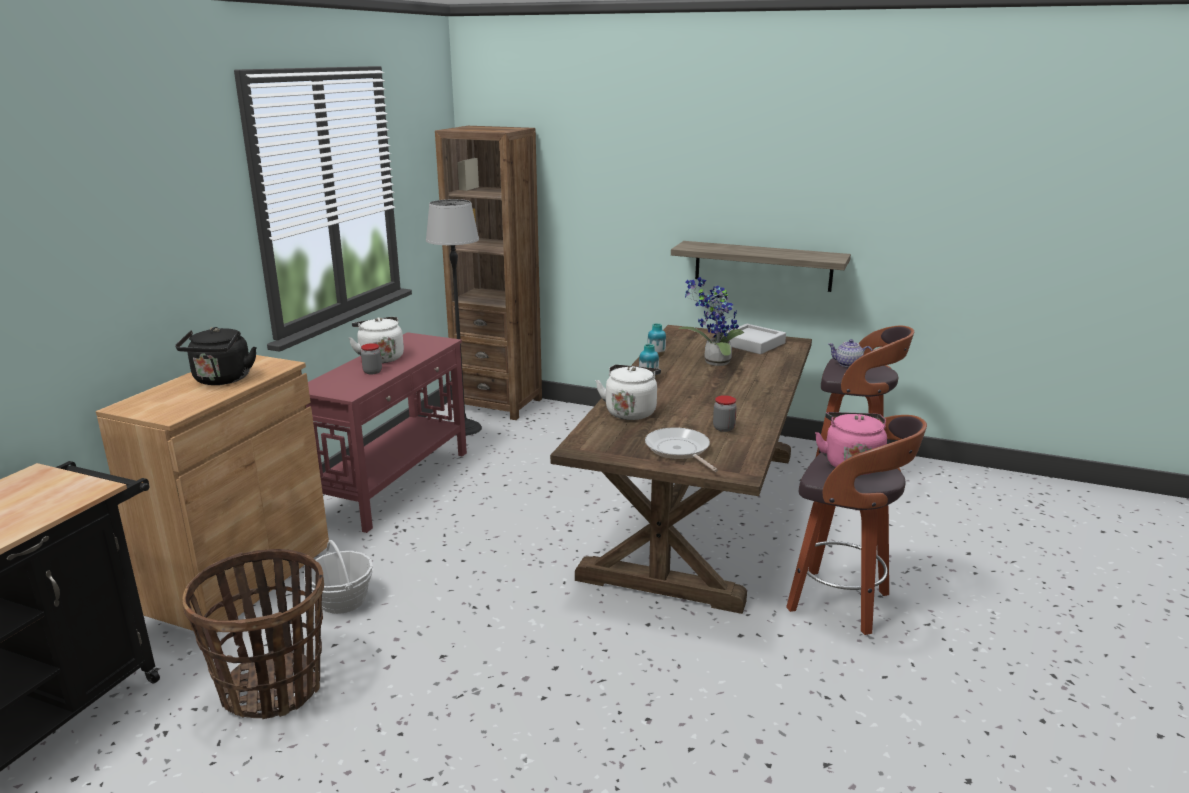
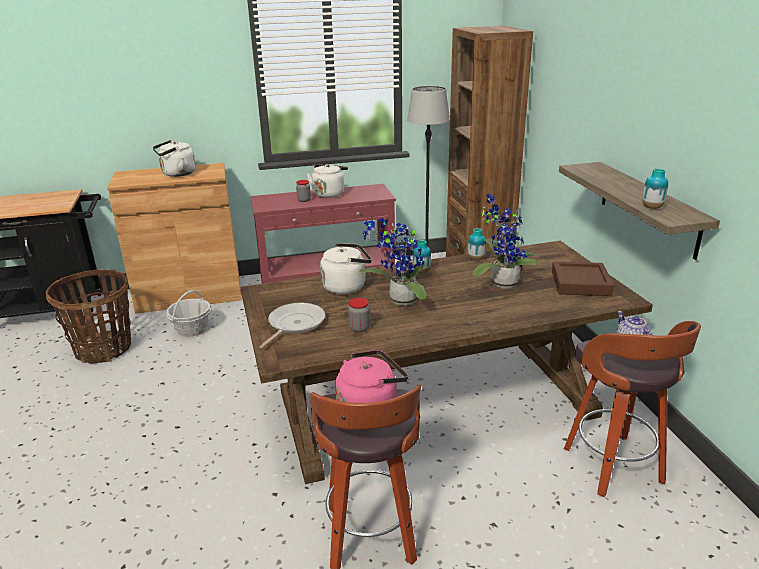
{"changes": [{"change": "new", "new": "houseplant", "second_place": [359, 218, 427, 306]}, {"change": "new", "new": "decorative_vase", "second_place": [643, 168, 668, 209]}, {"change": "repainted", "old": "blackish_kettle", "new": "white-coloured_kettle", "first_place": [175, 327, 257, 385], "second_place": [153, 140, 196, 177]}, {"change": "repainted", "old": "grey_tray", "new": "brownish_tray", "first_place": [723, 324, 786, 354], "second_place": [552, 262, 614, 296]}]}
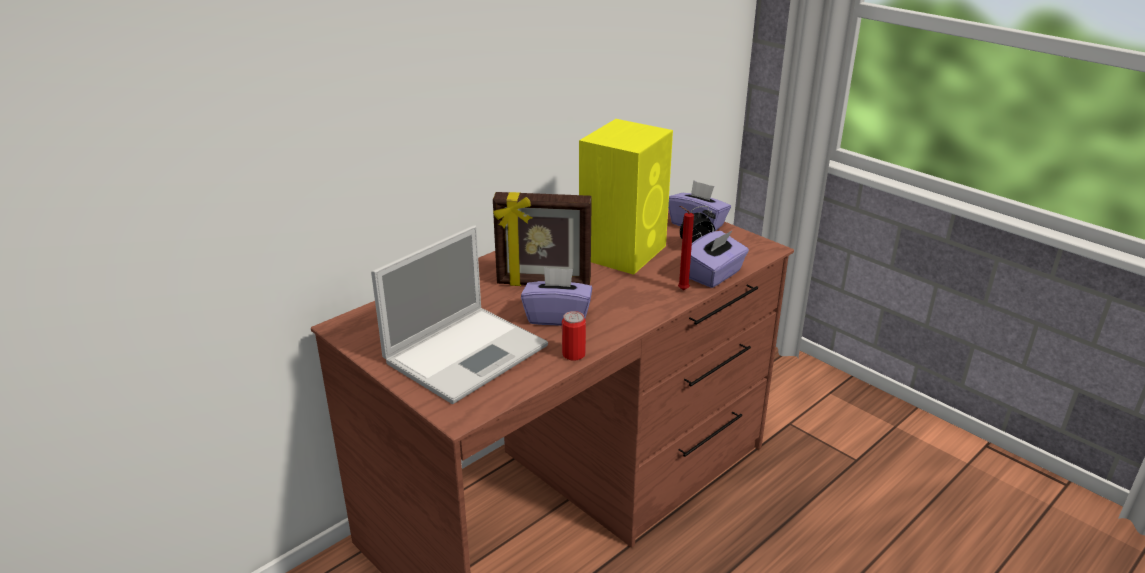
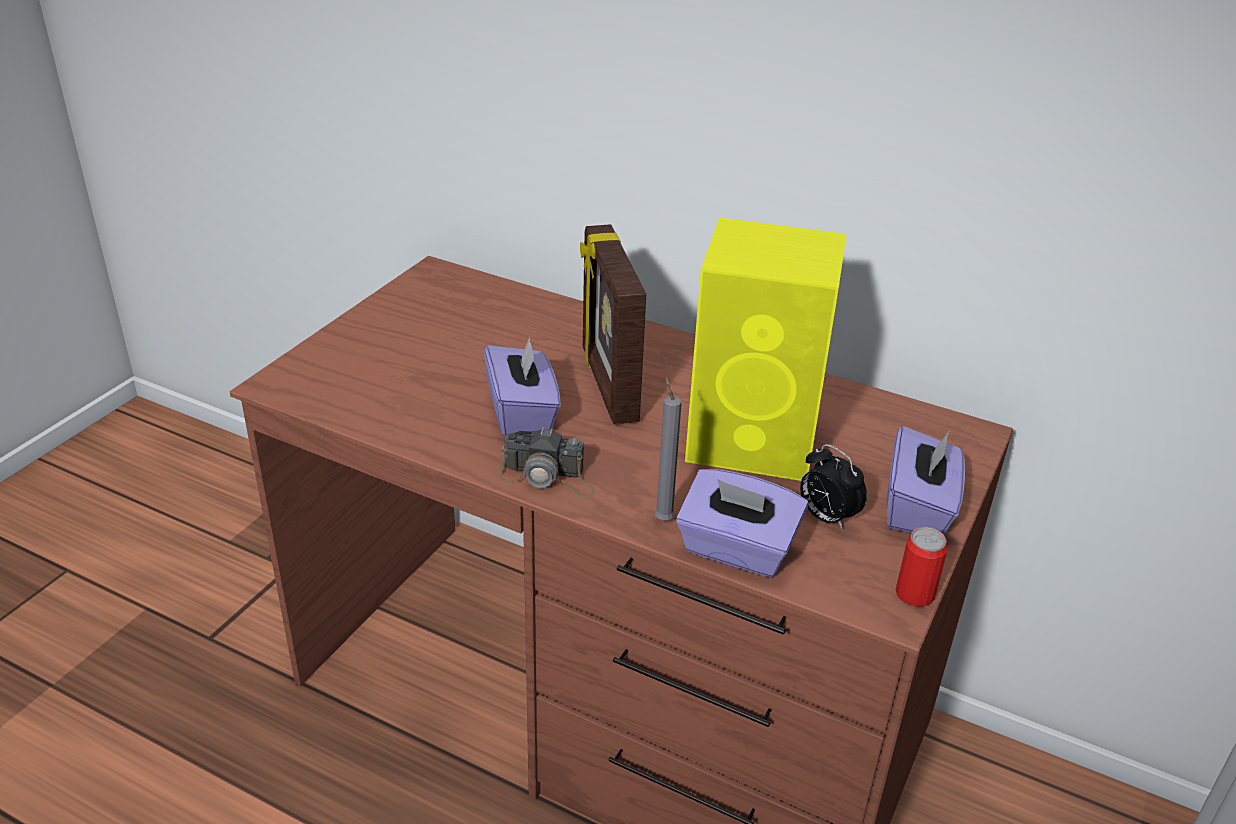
{"changes": [{"change": "gone", "old": "portable_computer", "first_place": [371, 225, 548, 404]}, {"change": "new", "new": "photo_camera", "second_place": [499, 427, 596, 498]}, {"change": "shifted", "old": "sealed_can", "first_place": [562, 311, 586, 361], "second_place": [895, 527, 947, 607]}, {"change": "repainted", "old": "reddish_wax_light", "new": "grey_wax_light", "first_place": [678, 206, 694, 290], "second_place": [655, 377, 682, 521]}]}
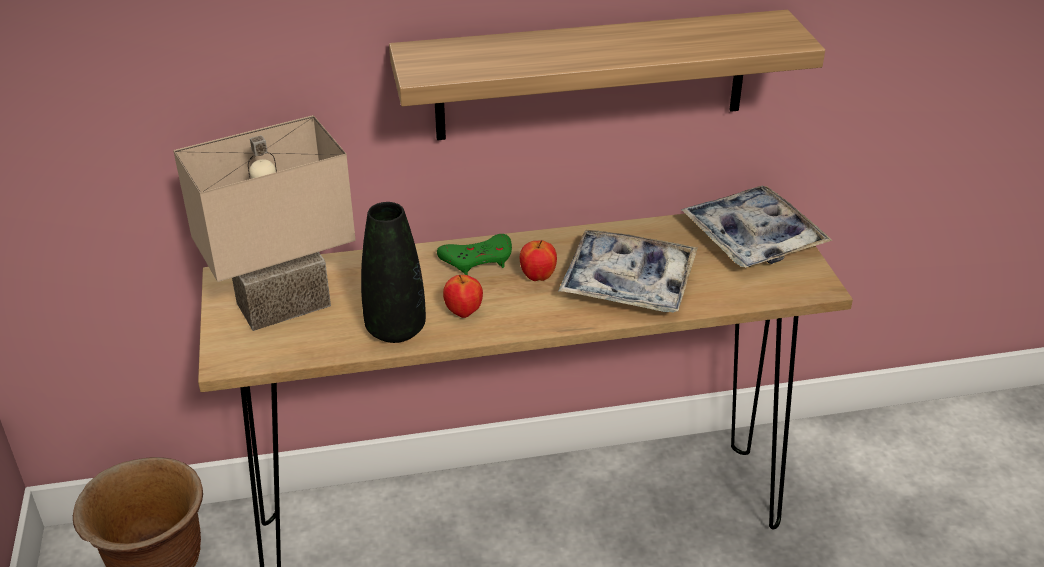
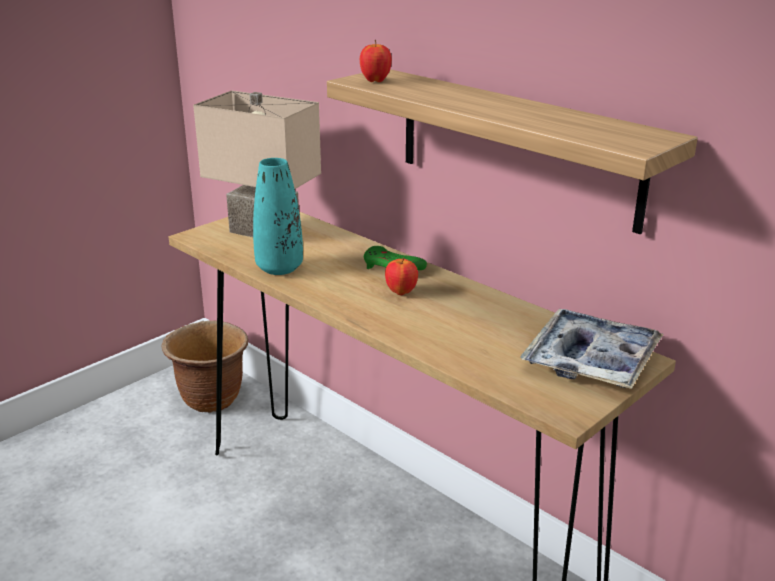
{"changes": [{"change": "gone", "old": "tray", "first_place": [558, 230, 698, 313]}, {"change": "shifted", "old": "apple", "first_place": [443, 275, 483, 318], "second_place": [360, 40, 392, 82]}, {"change": "repainted", "old": "blackish_decorative_vase", "new": "turquoise_decorative_vase", "first_place": [361, 202, 426, 343], "second_place": [253, 158, 303, 275]}]}
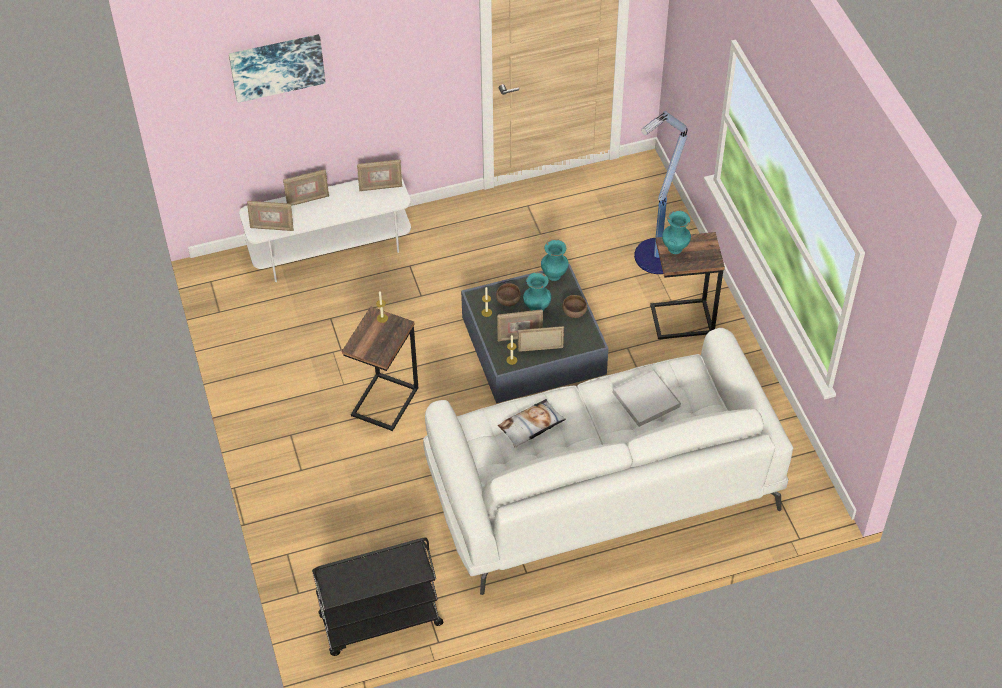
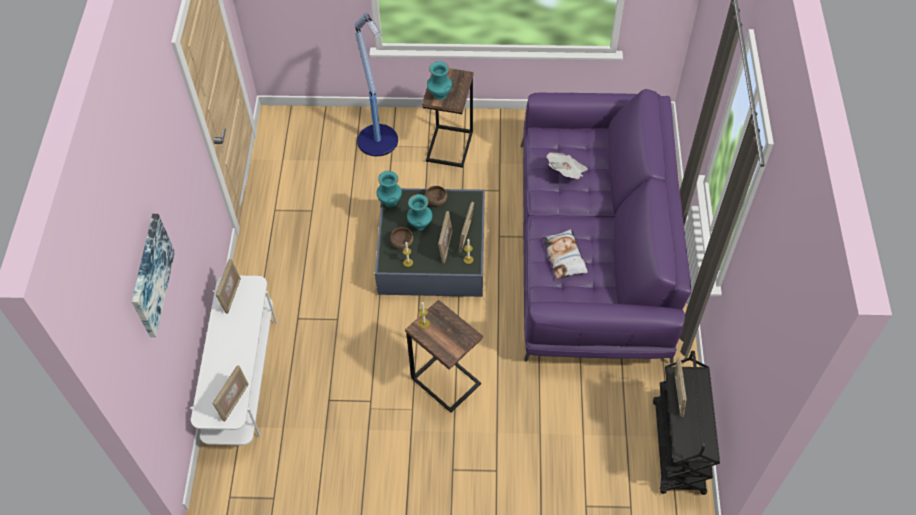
{"changes": [{"change": "shifted", "old": "standing_frame", "first_place": [283, 169, 329, 206], "second_place": [675, 357, 687, 417]}, {"change": "swapped", "old": "white-coloured_tray", "new": "printed_paper", "first_place": [613, 369, 681, 427], "second_place": [547, 152, 588, 179]}, {"change": "repainted", "old": "white-coloured_settee", "new": "purple_settee", "first_place": [423, 328, 793, 595], "second_place": [520, 89, 691, 364]}]}
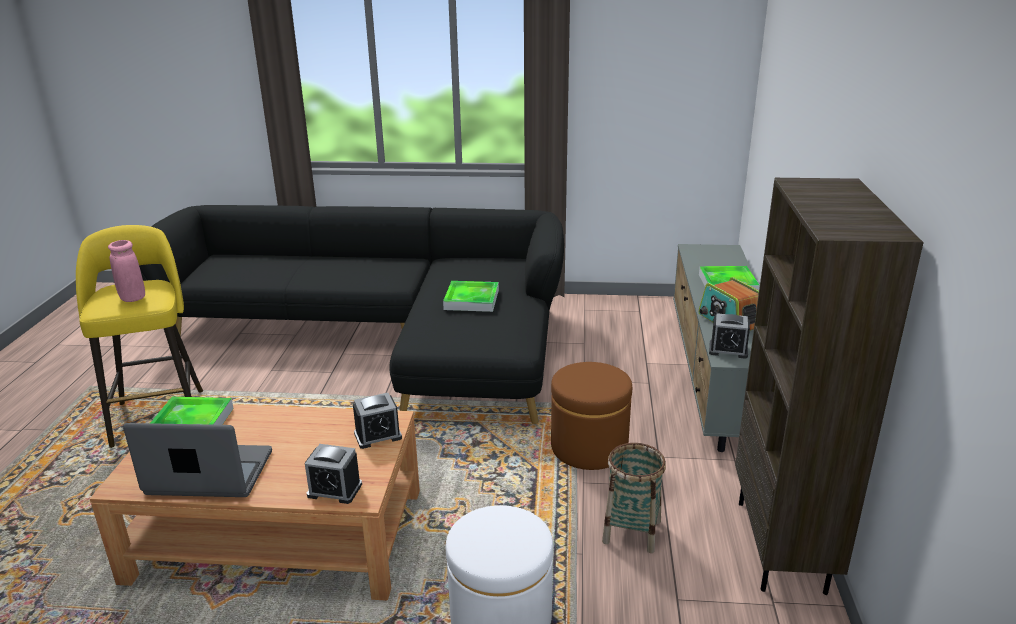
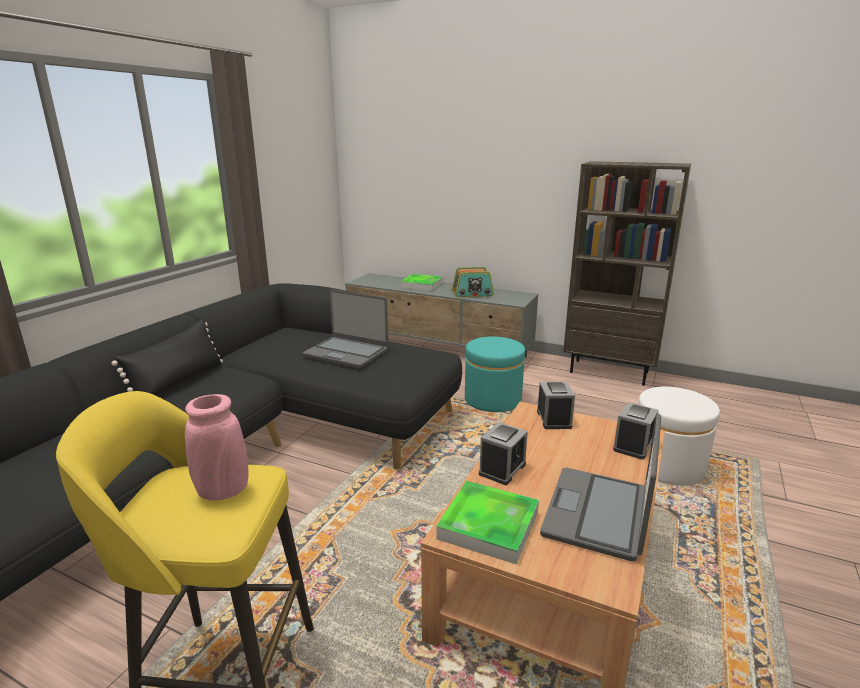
{"changes": [{"change": "gone", "old": "storage_basket", "first_place": [602, 443, 666, 553]}, {"change": "new", "new": "blackish_cushion", "second_place": [111, 319, 223, 396]}, {"change": "shifted", "old": "alarm_clock", "first_place": [709, 313, 750, 359], "second_place": [479, 422, 528, 485]}, {"change": "swapped", "old": "tray", "new": "portable_computer", "first_place": [443, 281, 499, 312], "second_place": [303, 290, 389, 368]}, {"change": "repainted", "old": "brownish_footrest", "new": "turquoise_footrest", "first_place": [551, 362, 632, 470], "second_place": [465, 336, 525, 412]}]}
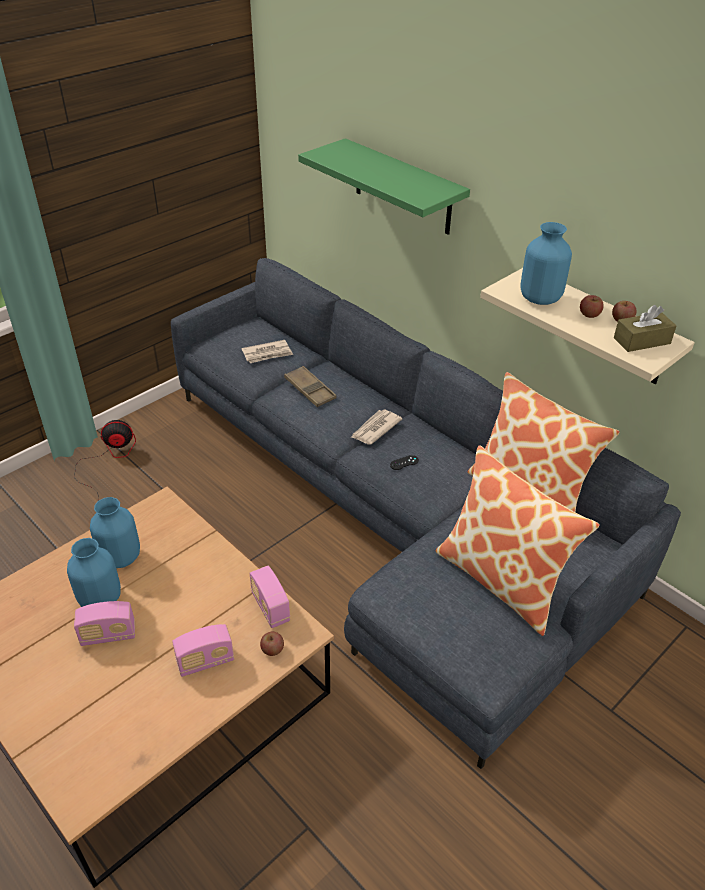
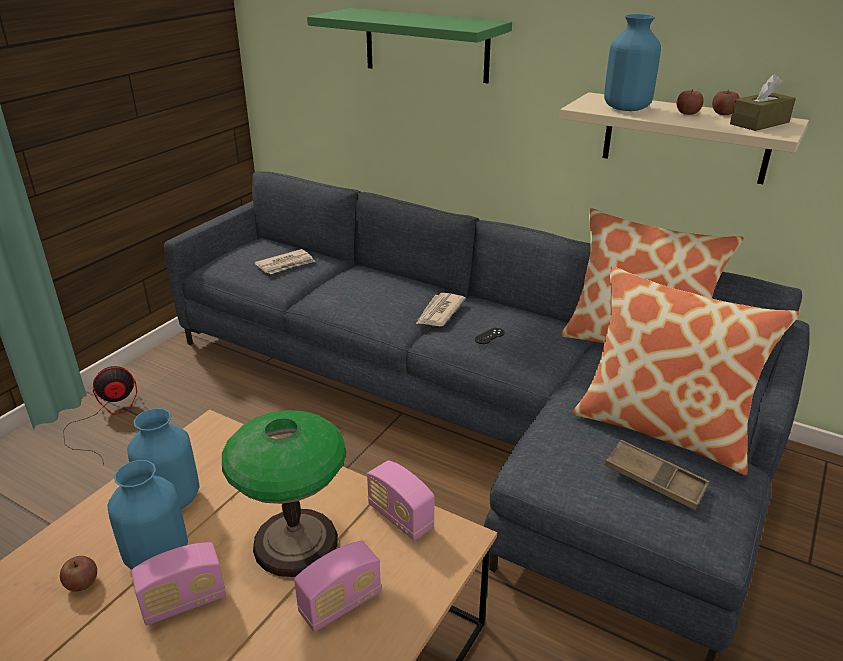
{"changes": [{"change": "new", "new": "lamp_for_a_table", "second_place": [222, 410, 346, 577]}, {"change": "shifted", "old": "apple", "first_place": [260, 632, 284, 656], "second_place": [60, 556, 97, 592]}, {"change": "shifted", "old": "brownish_tray", "first_place": [284, 366, 336, 407], "second_place": [605, 440, 709, 510]}]}
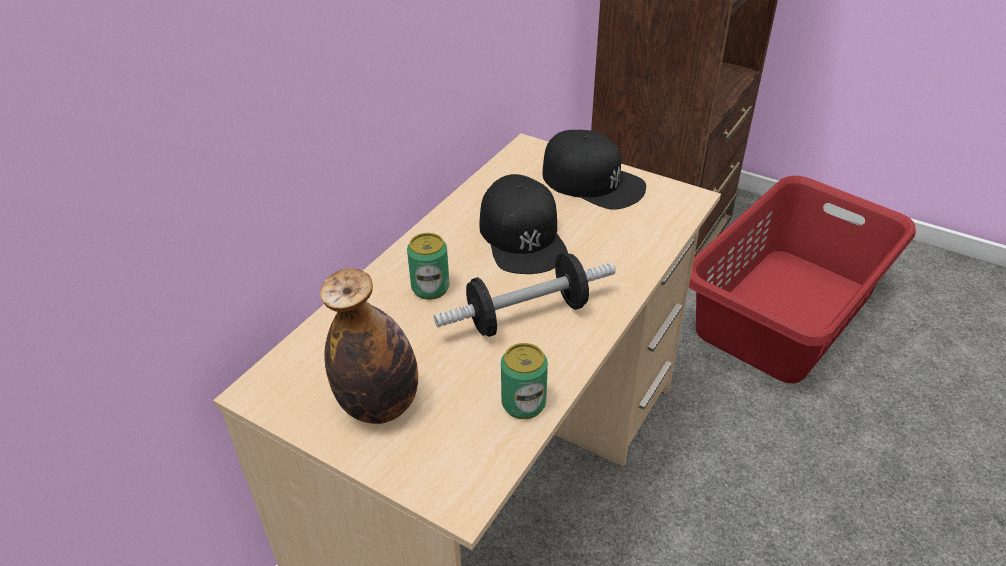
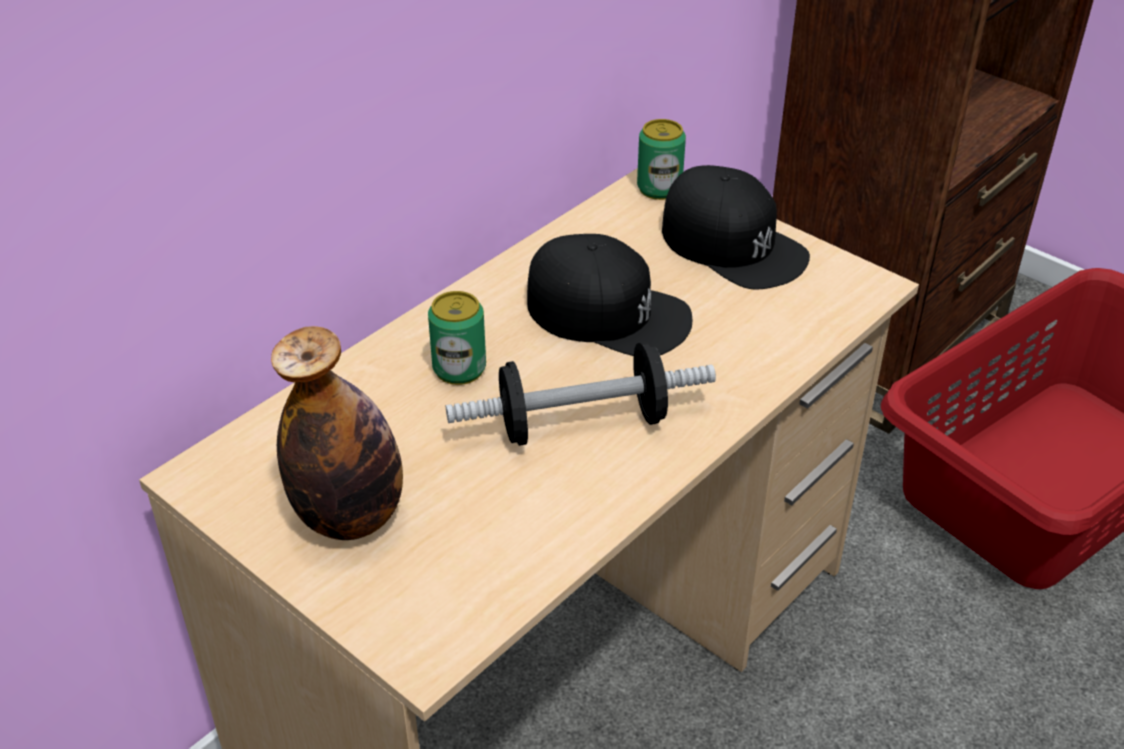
{"changes": [{"change": "shifted", "old": "sealed_can", "first_place": [501, 343, 548, 419], "second_place": [637, 119, 686, 200]}, {"change": "rotated", "old": "blackish_peaked_cap", "first_place": [479, 174, 568, 274], "second_place": [527, 234, 692, 356], "degrees": -60}]}
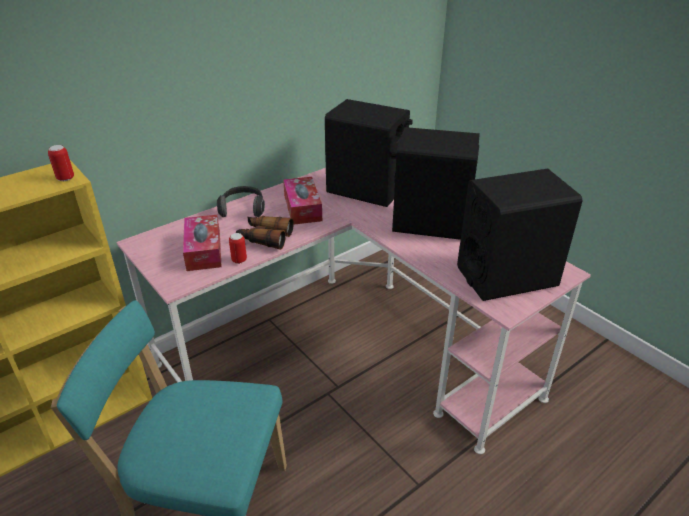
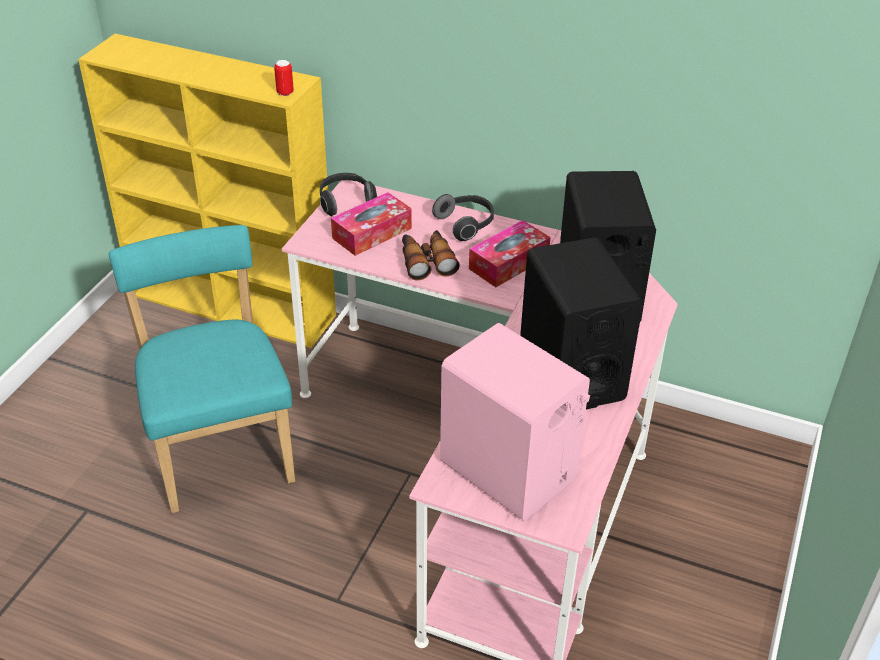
{"changes": [{"change": "gone", "old": "sealed_can", "first_place": [229, 233, 247, 264]}, {"change": "new", "new": "pair_of_headphones", "second_place": [320, 173, 377, 216]}, {"change": "repainted", "old": "blackish_speaker", "new": "pink_speaker", "first_place": [457, 169, 582, 301], "second_place": [440, 323, 590, 521]}]}
